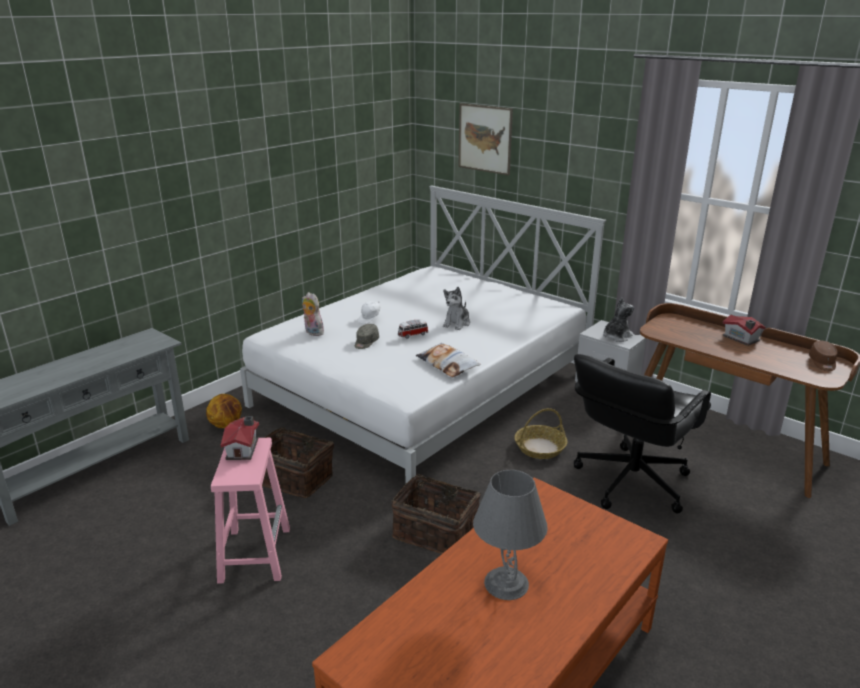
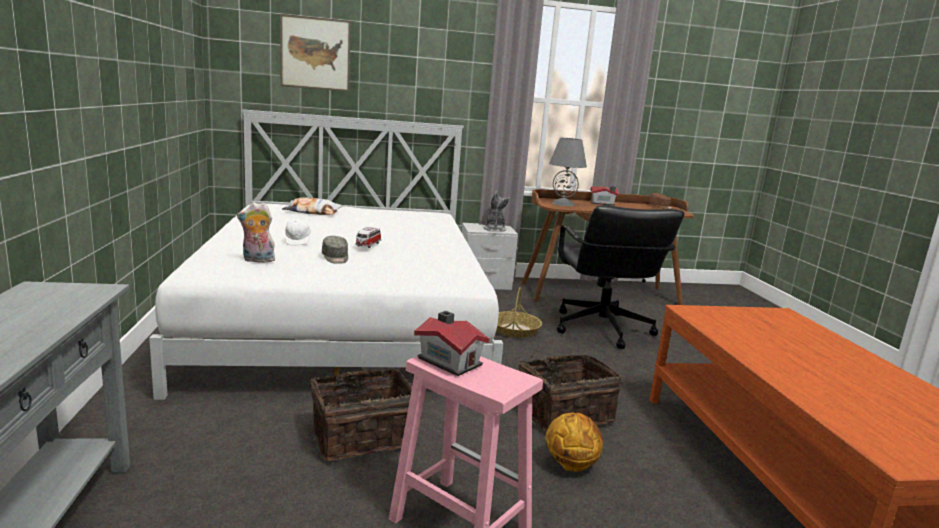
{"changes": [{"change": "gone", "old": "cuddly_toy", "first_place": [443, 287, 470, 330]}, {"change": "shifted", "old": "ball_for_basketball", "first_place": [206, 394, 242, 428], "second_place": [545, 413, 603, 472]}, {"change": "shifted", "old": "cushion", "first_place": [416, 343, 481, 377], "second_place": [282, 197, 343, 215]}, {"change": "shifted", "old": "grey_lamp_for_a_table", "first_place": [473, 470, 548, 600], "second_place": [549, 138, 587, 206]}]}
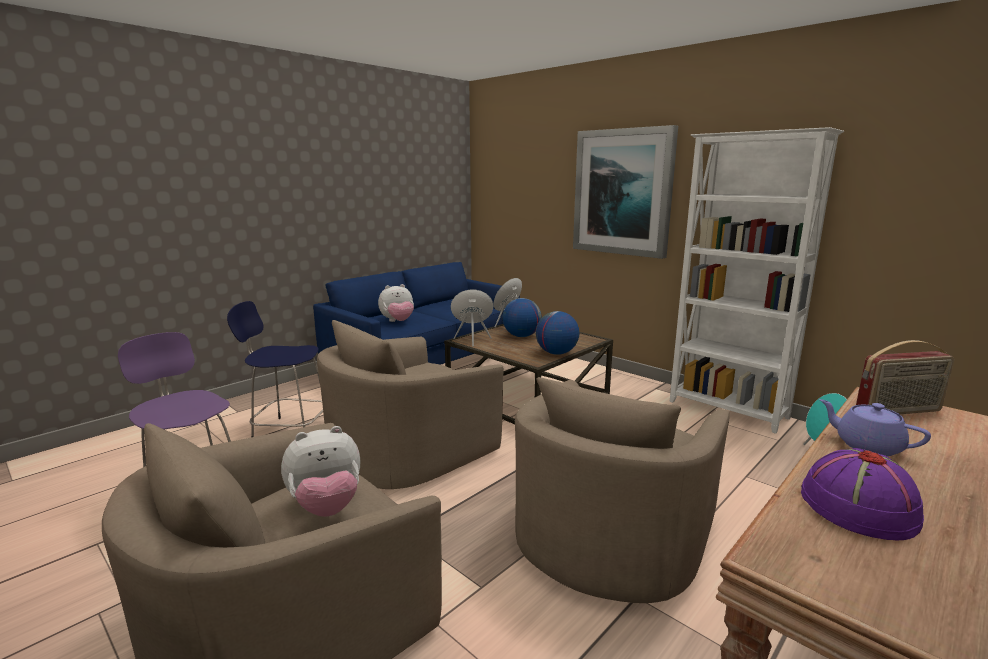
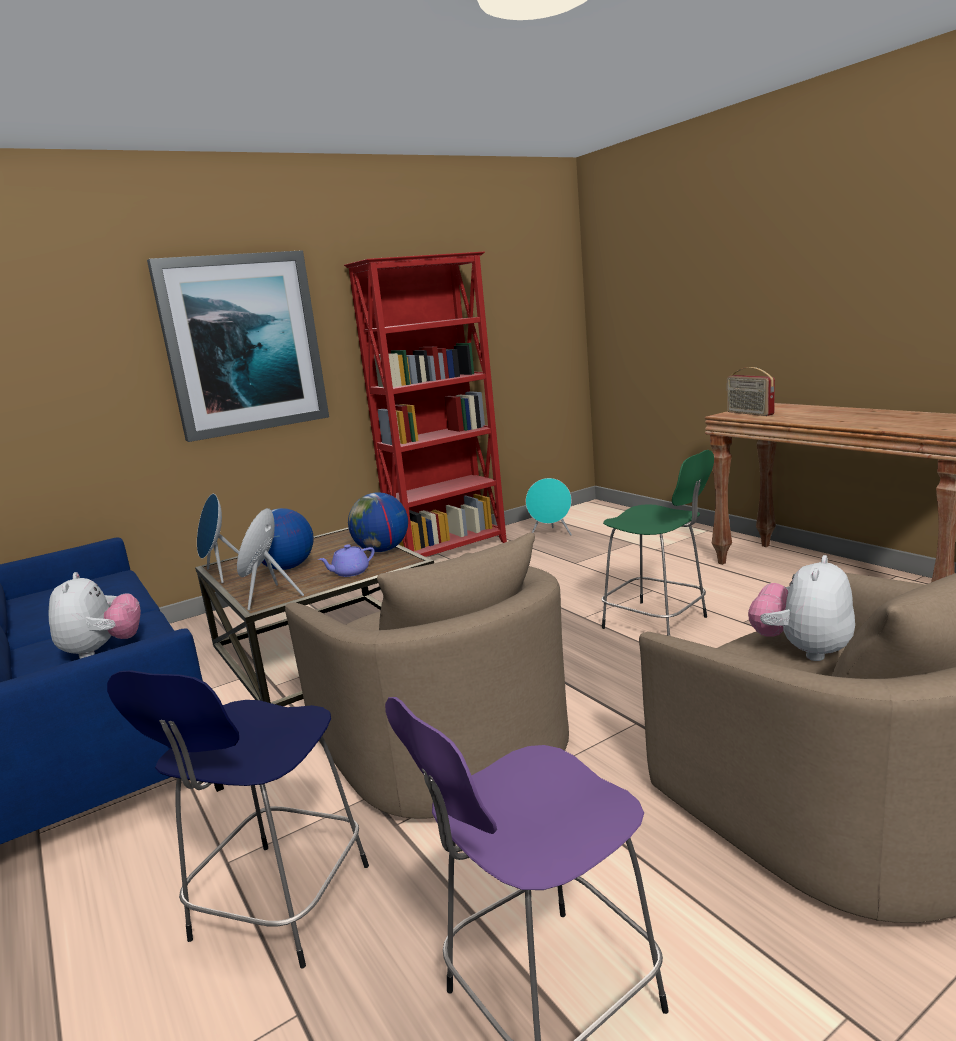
{"changes": [{"change": "gone", "old": "purple_clothing_hat", "first_place": [801, 448, 924, 540]}, {"change": "shifted", "old": "purple_tea_pot", "first_place": [819, 399, 931, 456], "second_place": [318, 545, 375, 577]}, {"change": "swapped", "old": "sand-coloured_armchair", "new": "green_stool", "first_place": [515, 377, 730, 603], "second_place": [601, 450, 714, 636]}, {"change": "repainted", "old": "white-coloured_bookcase", "new": "reddish_bookcase", "first_place": [670, 127, 844, 434], "second_place": [344, 251, 507, 557]}, {"change": "rotated", "old": "cuddly_toy", "first_place": [281, 426, 360, 517], "second_place": [748, 555, 855, 661], "degrees": -135}, {"change": "rotated", "old": "radio_set", "first_place": [856, 340, 954, 414], "second_place": [727, 367, 775, 416], "degrees": 150}]}
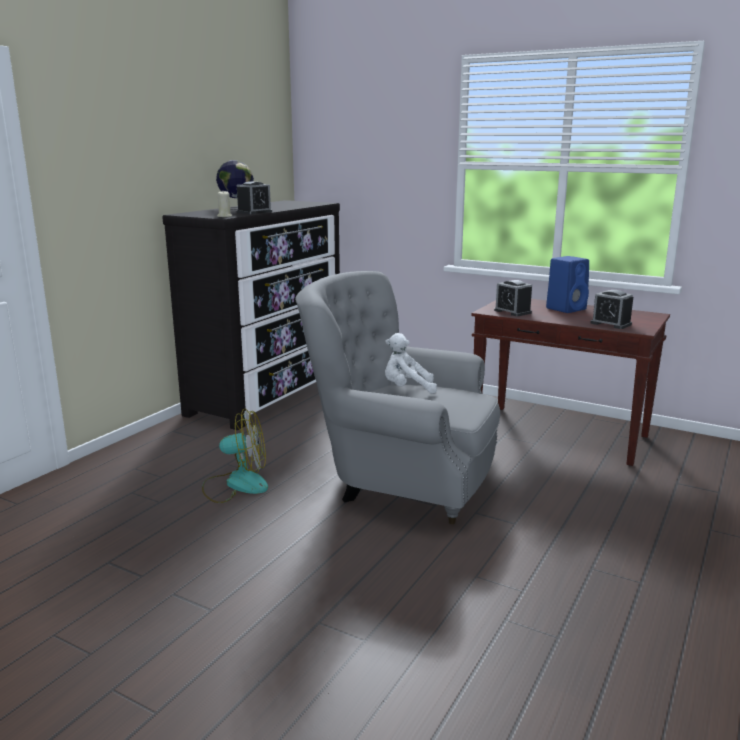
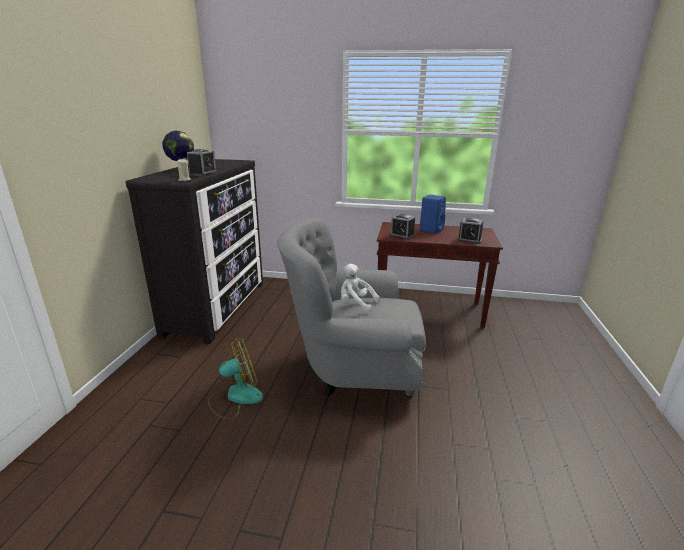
{"changes": [{"change": "rotated", "old": "white-coloured_cuddly_toy", "first_place": [385, 333, 437, 394], "second_place": [341, 264, 380, 312], "degrees": 45}]}
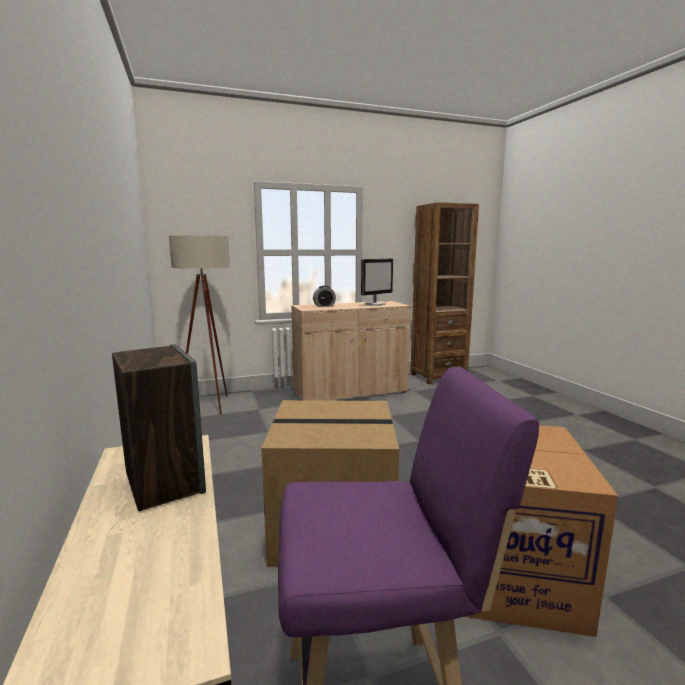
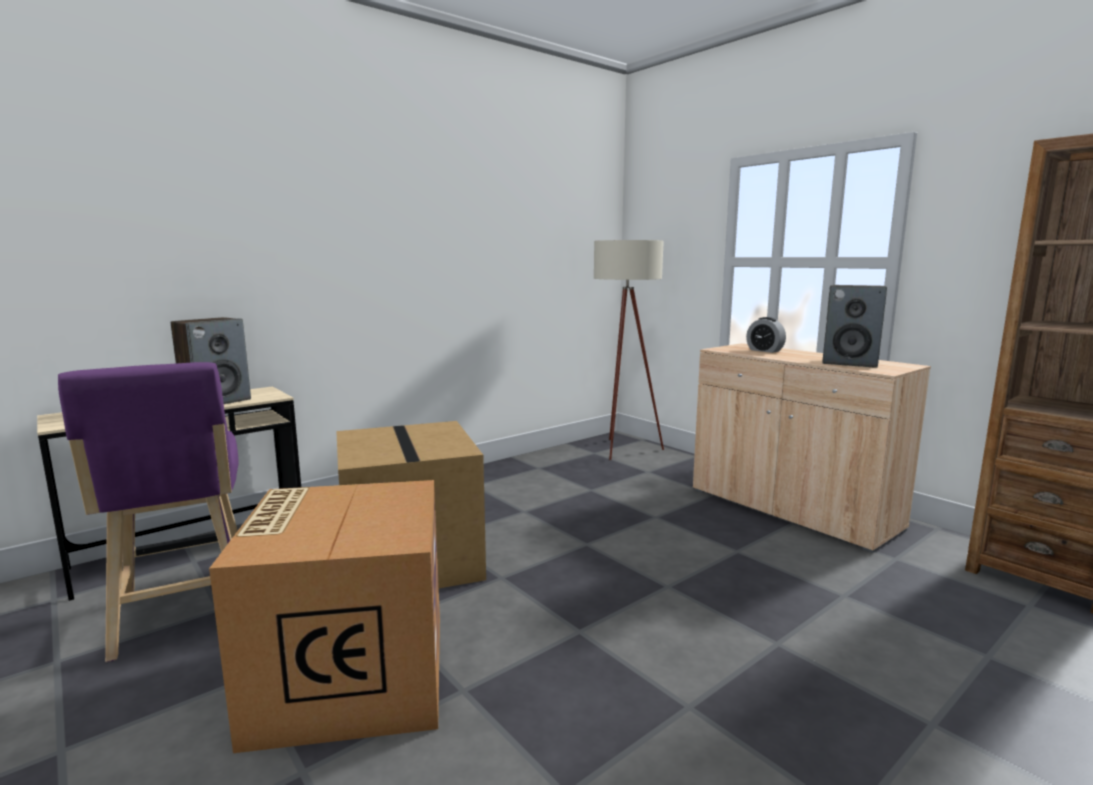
{"changes": [{"change": "swapped", "old": "monitor", "new": "speaker", "first_place": [361, 259, 393, 306], "second_place": [822, 285, 887, 368]}]}
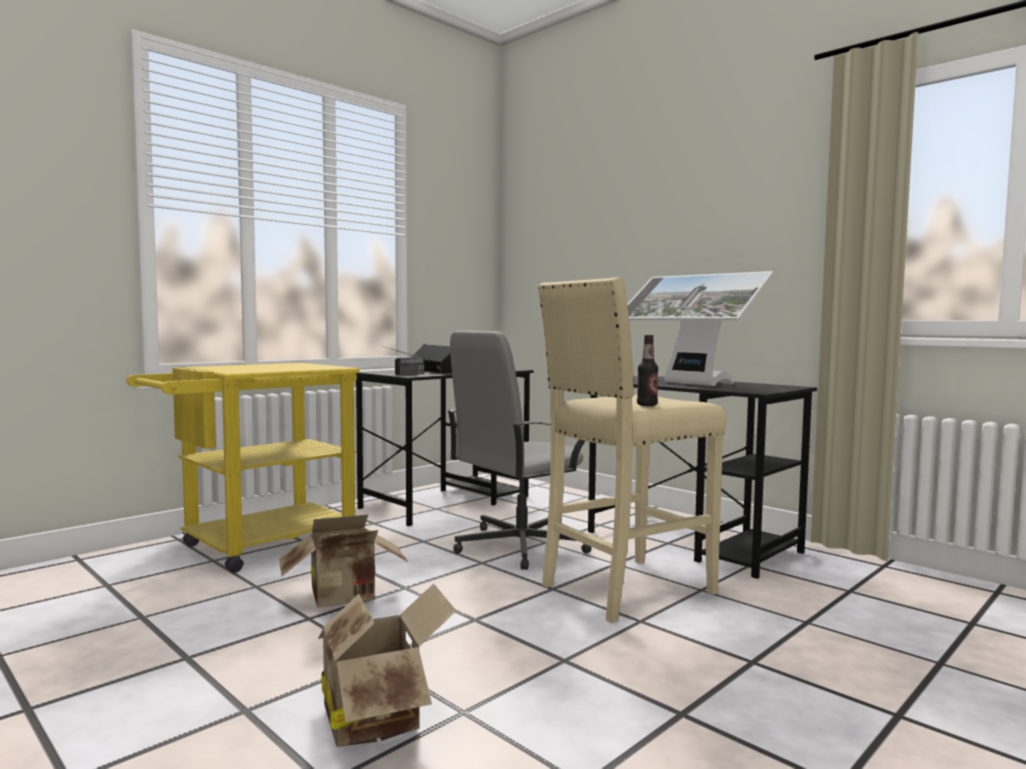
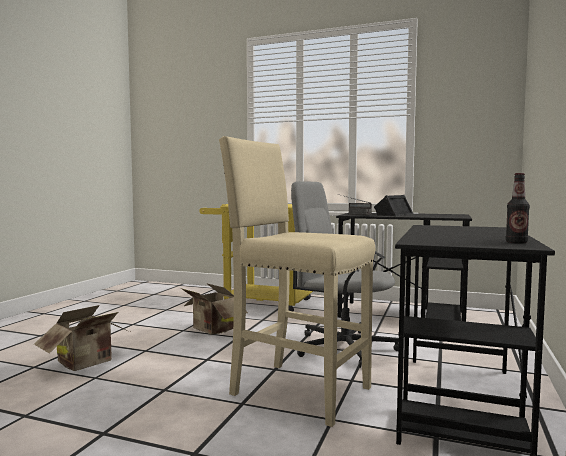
{"changes": [{"change": "gone", "old": "monitor", "first_place": [627, 271, 773, 386]}, {"change": "shifted", "old": "drink_bottle", "first_place": [637, 335, 658, 406], "second_place": [506, 173, 530, 244]}]}
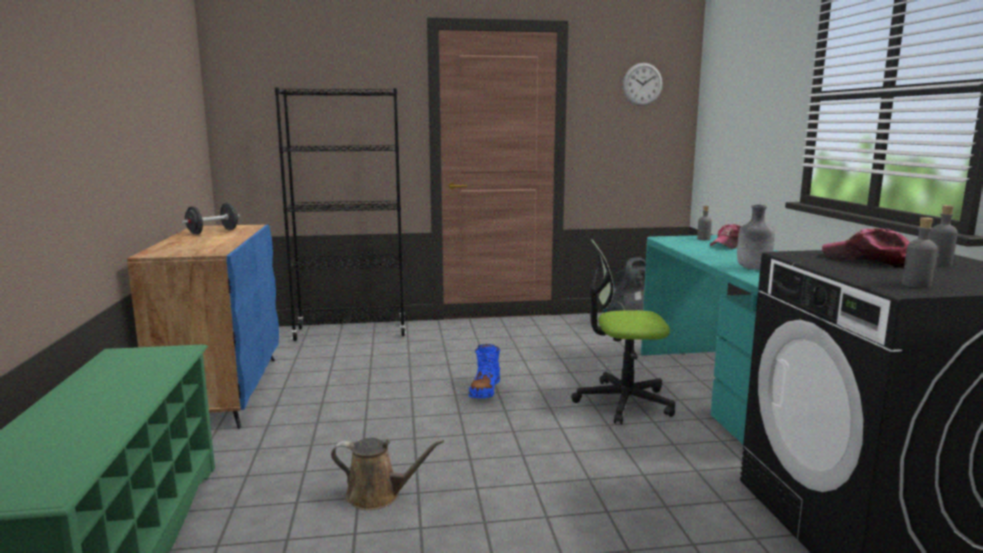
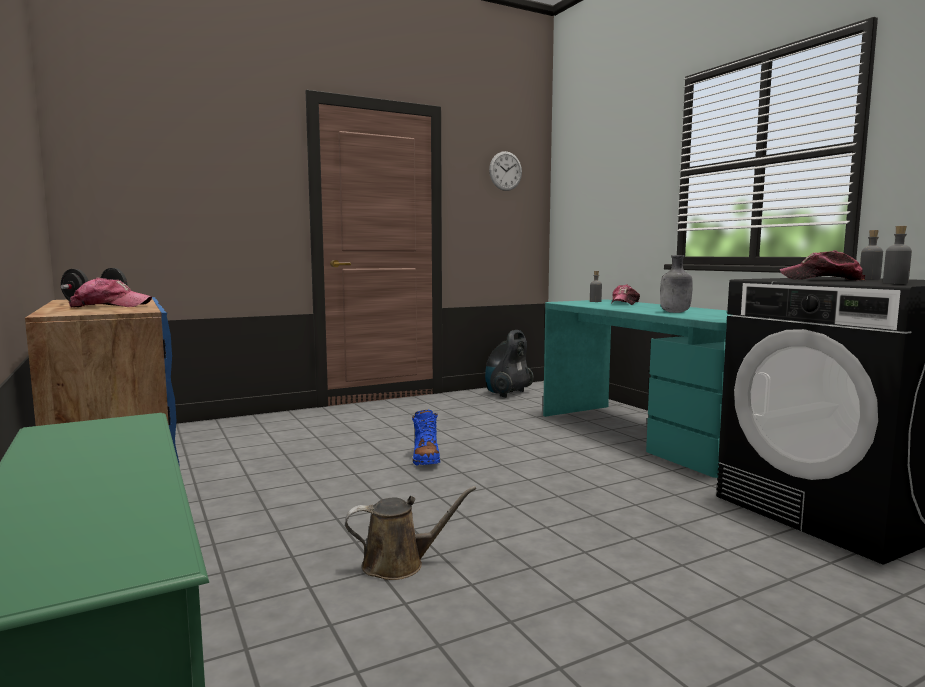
{"changes": [{"change": "gone", "old": "blackish_bookcase", "first_place": [274, 87, 406, 341]}, {"change": "gone", "old": "computer_chair", "first_place": [571, 239, 675, 424]}, {"change": "new", "new": "peaked_cap", "second_place": [69, 277, 152, 307]}]}
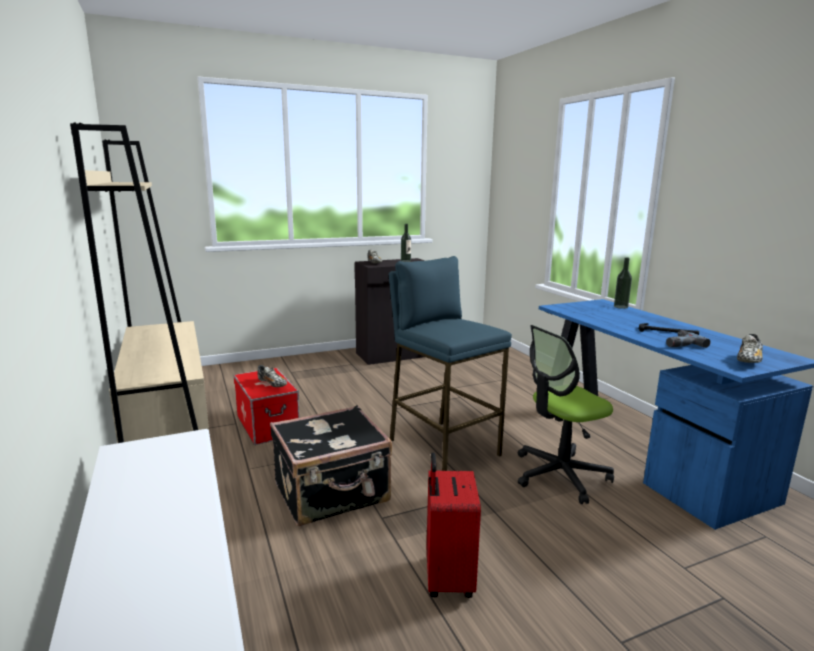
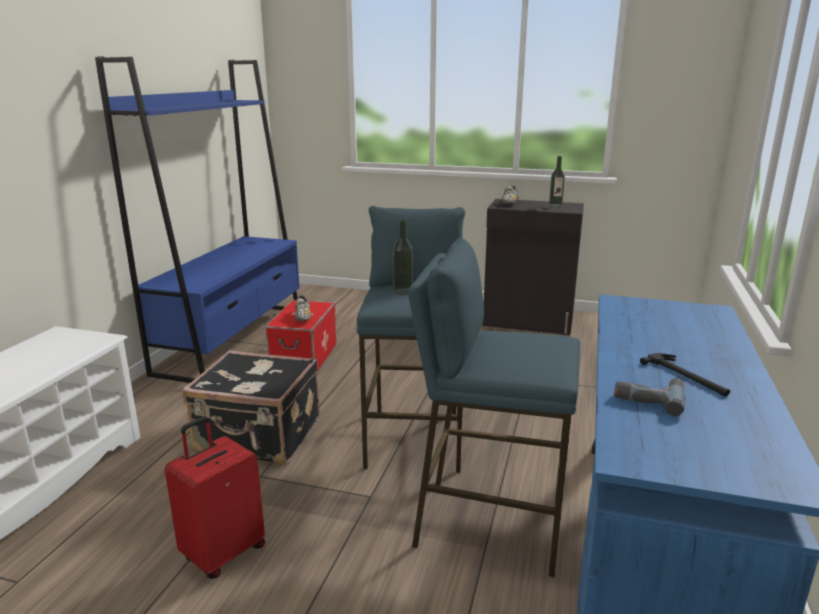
{"changes": [{"change": "gone", "old": "shoe", "first_place": [737, 334, 763, 363]}, {"change": "shifted", "old": "drink_bottle", "first_place": [614, 257, 632, 309], "second_place": [393, 220, 413, 295]}, {"change": "swapped", "old": "computer_chair", "new": "blue_stool", "first_place": [518, 325, 614, 504], "second_place": [408, 238, 580, 577]}, {"change": "repainted", "old": "sand-coloured_bookcase", "new": "blue_bookcase", "first_place": [70, 123, 209, 443], "second_place": [95, 56, 300, 383]}]}
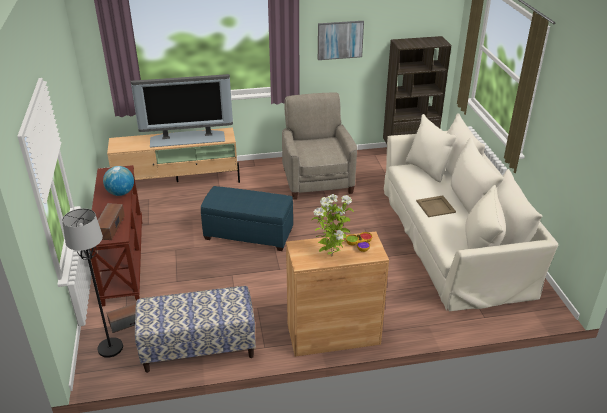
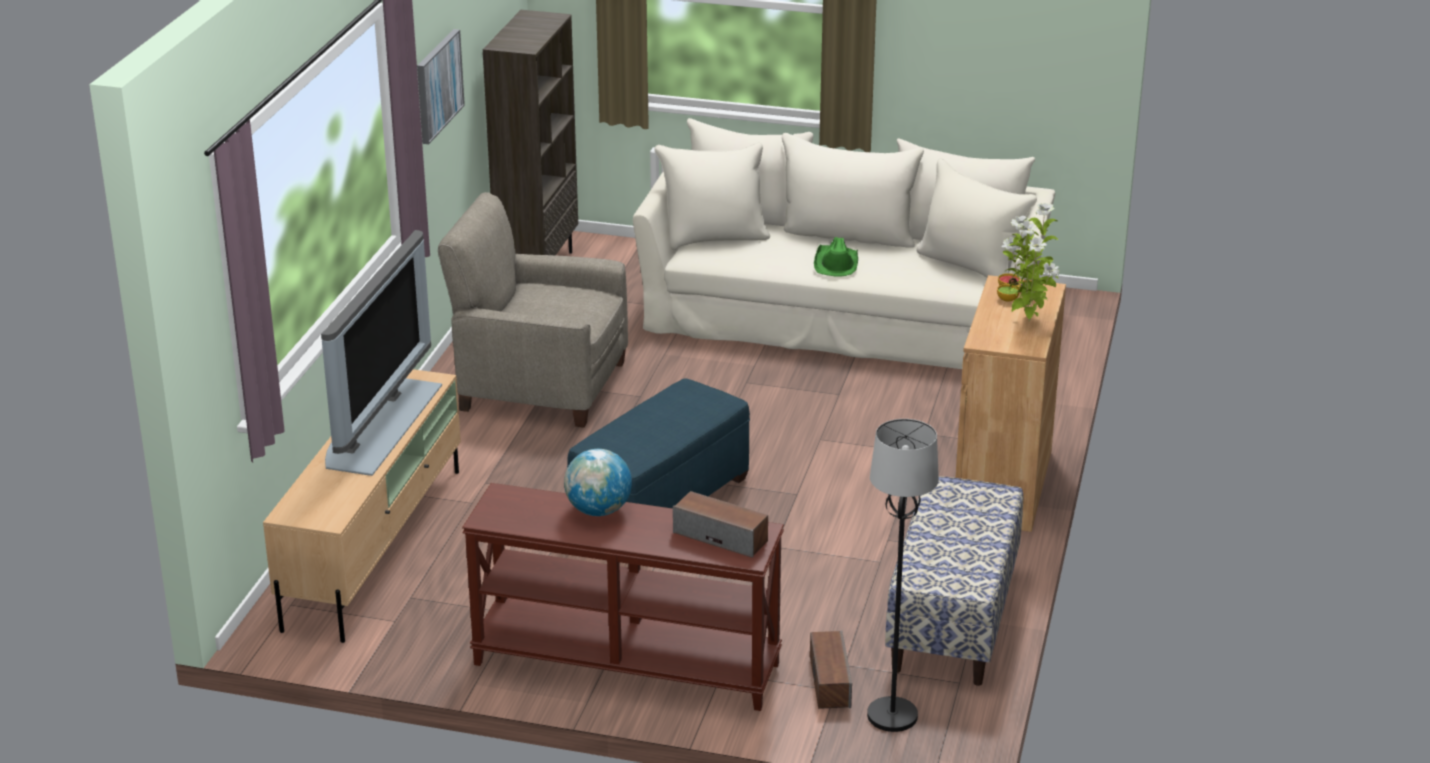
{"changes": [{"change": "swapped", "old": "sand-coloured_tray", "new": "green_clothing_hat", "first_place": [416, 196, 456, 217], "second_place": [814, 237, 858, 277]}]}
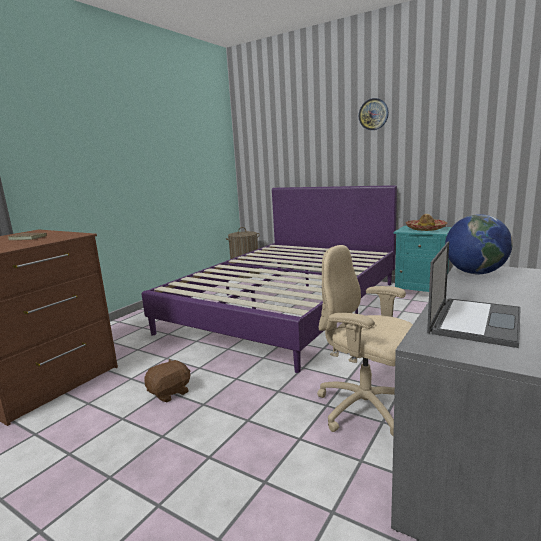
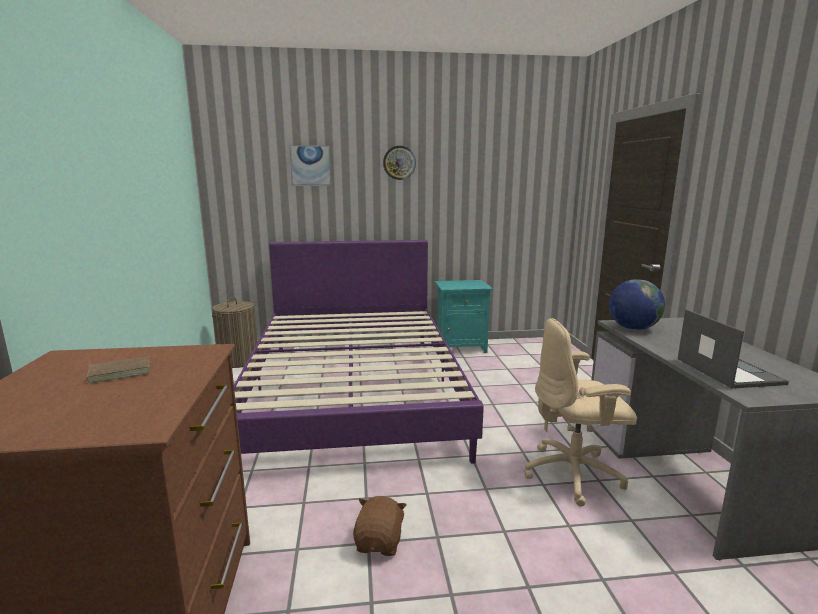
{"changes": [{"change": "gone", "old": "clothing_hat", "first_place": [405, 214, 447, 231]}, {"change": "new", "new": "picture", "second_place": [289, 145, 331, 186]}]}
